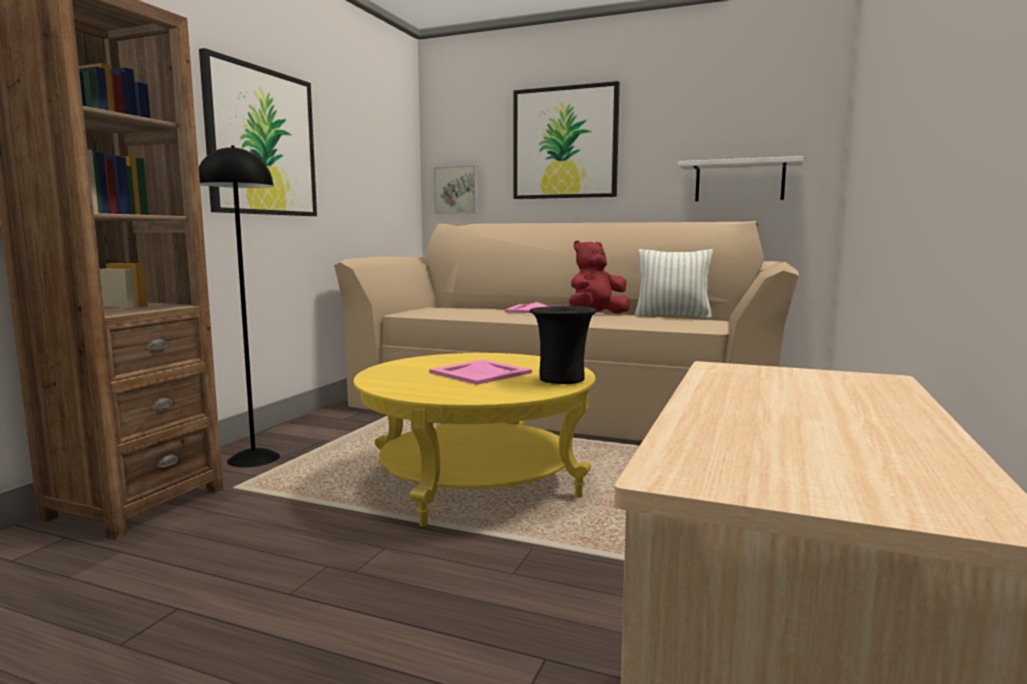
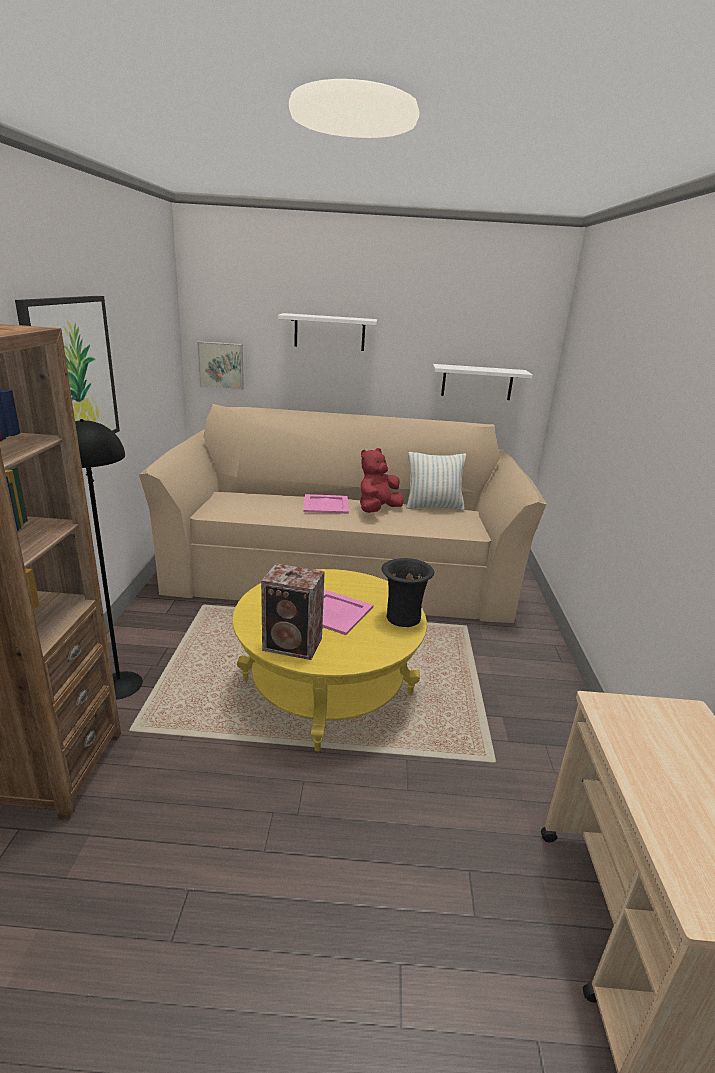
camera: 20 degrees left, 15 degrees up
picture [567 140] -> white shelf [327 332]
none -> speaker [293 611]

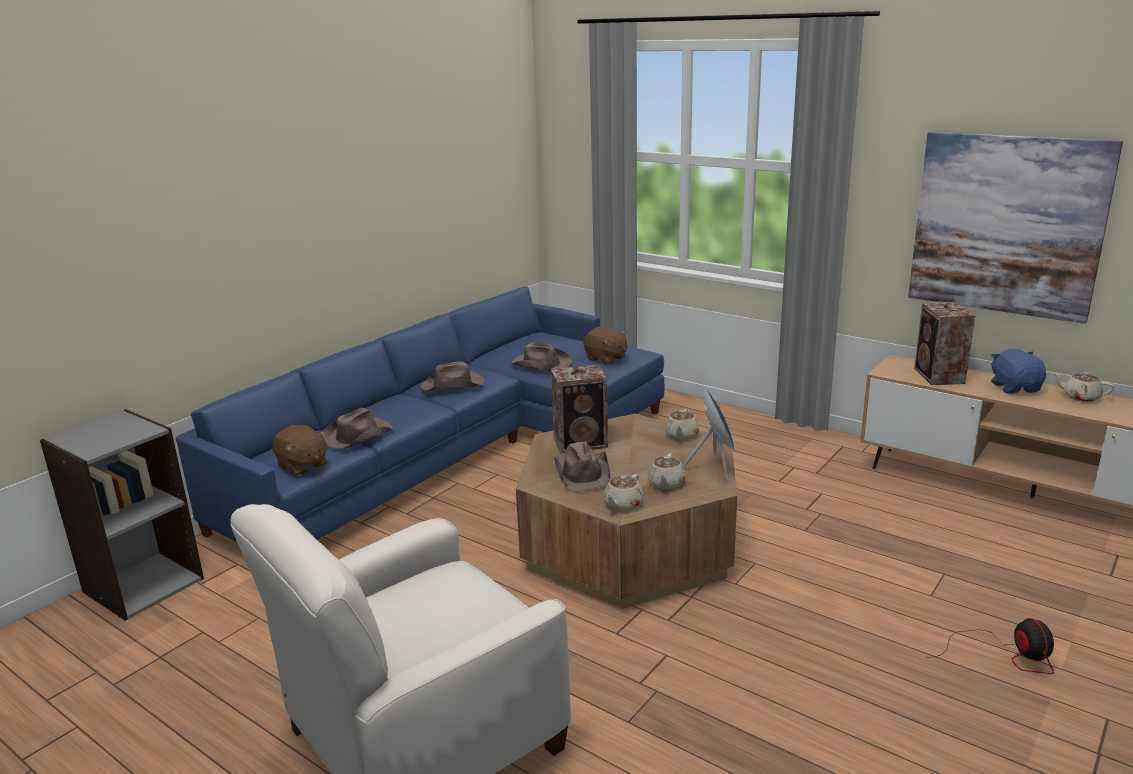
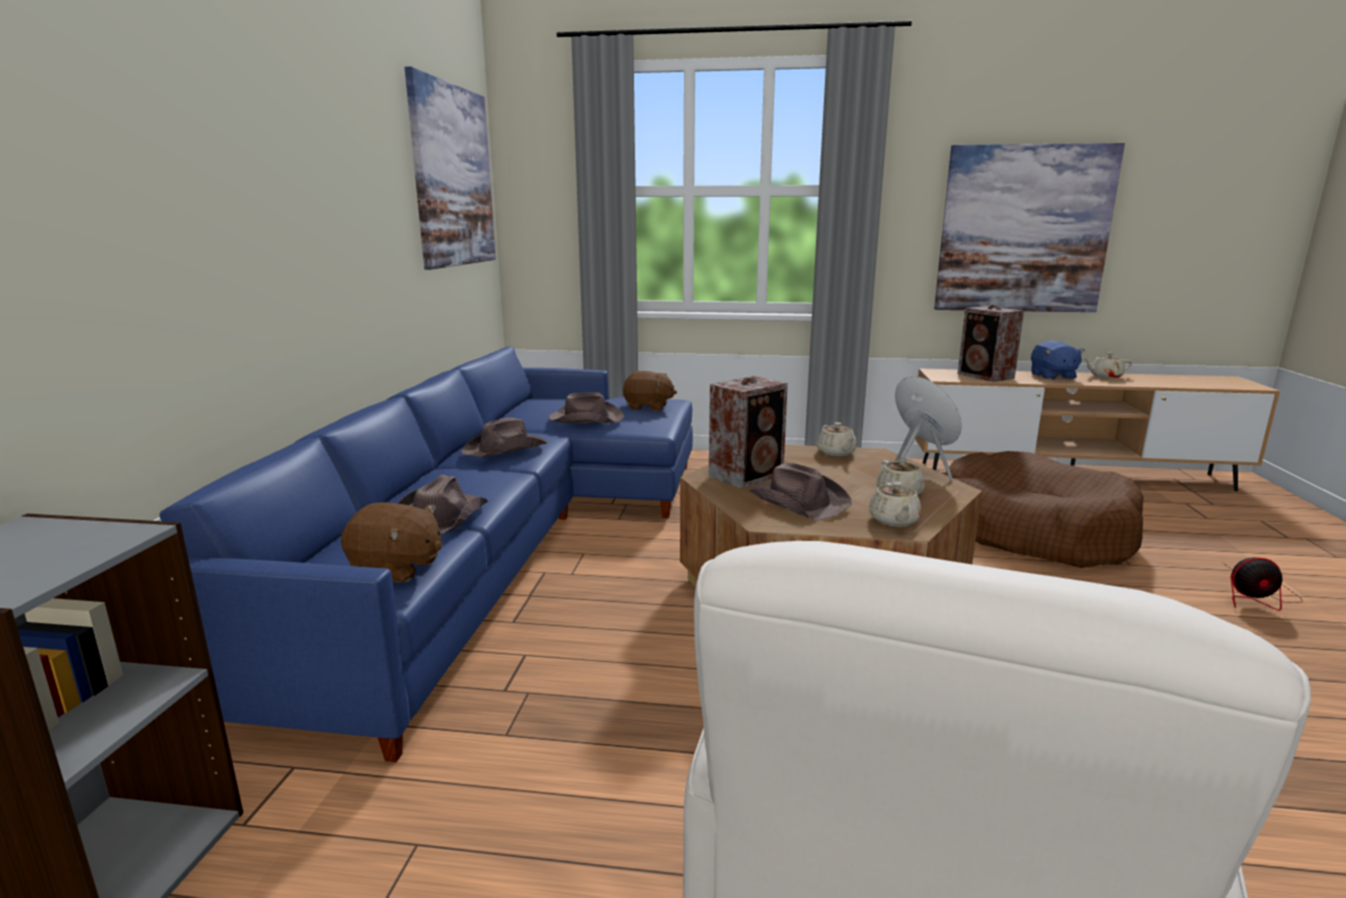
camera: 30 degrees left, 5 degrees down
fan [990 646] -> fan [1262 584], 135 degrees clockwise
blue plush toy [1018 371] -> blue plush toy [1058 360], 150 degrees counterclockwise
none -> picture [450 168]
none -> brown dog bed [1044 509]

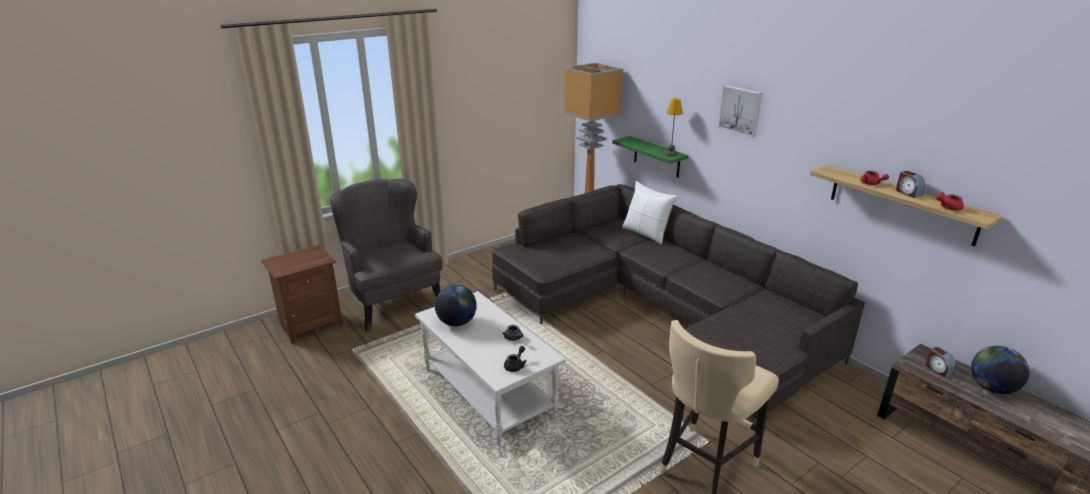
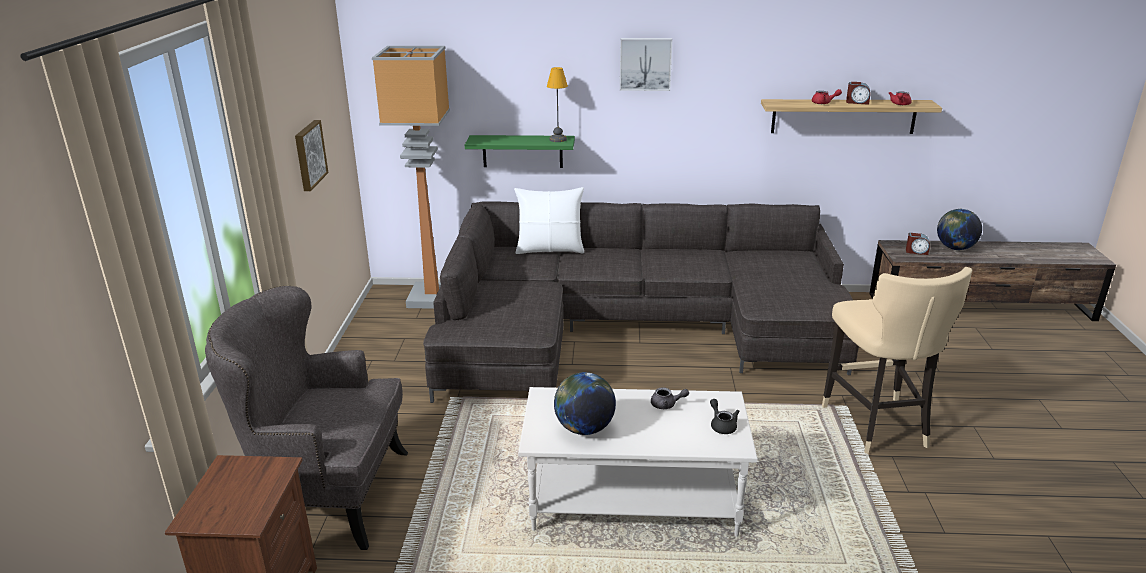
camera: 50 degrees left, 0 degrees up
none -> picture [311 155]

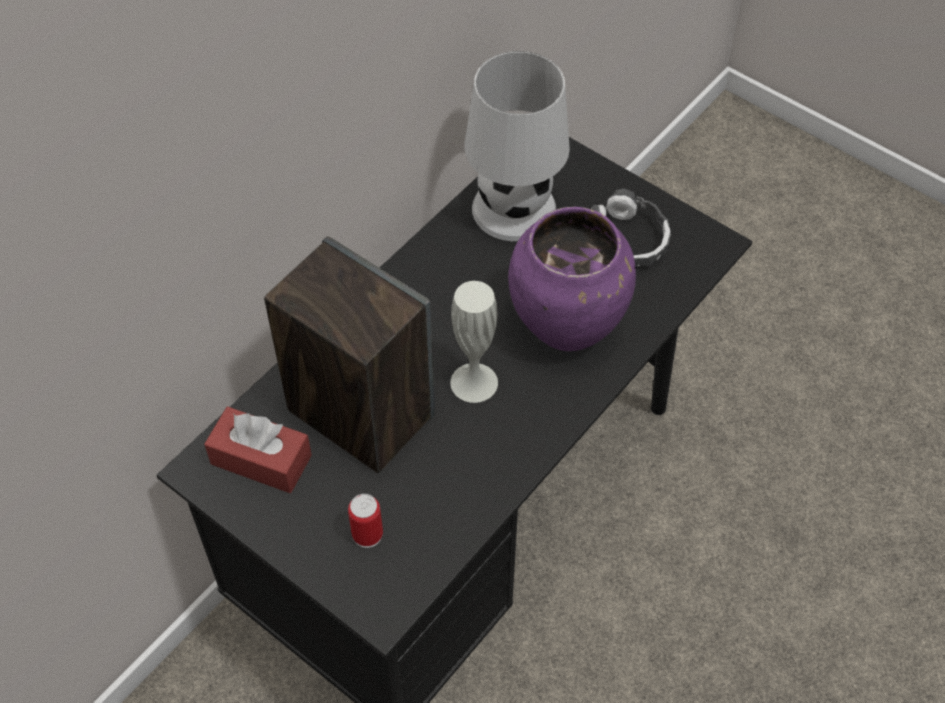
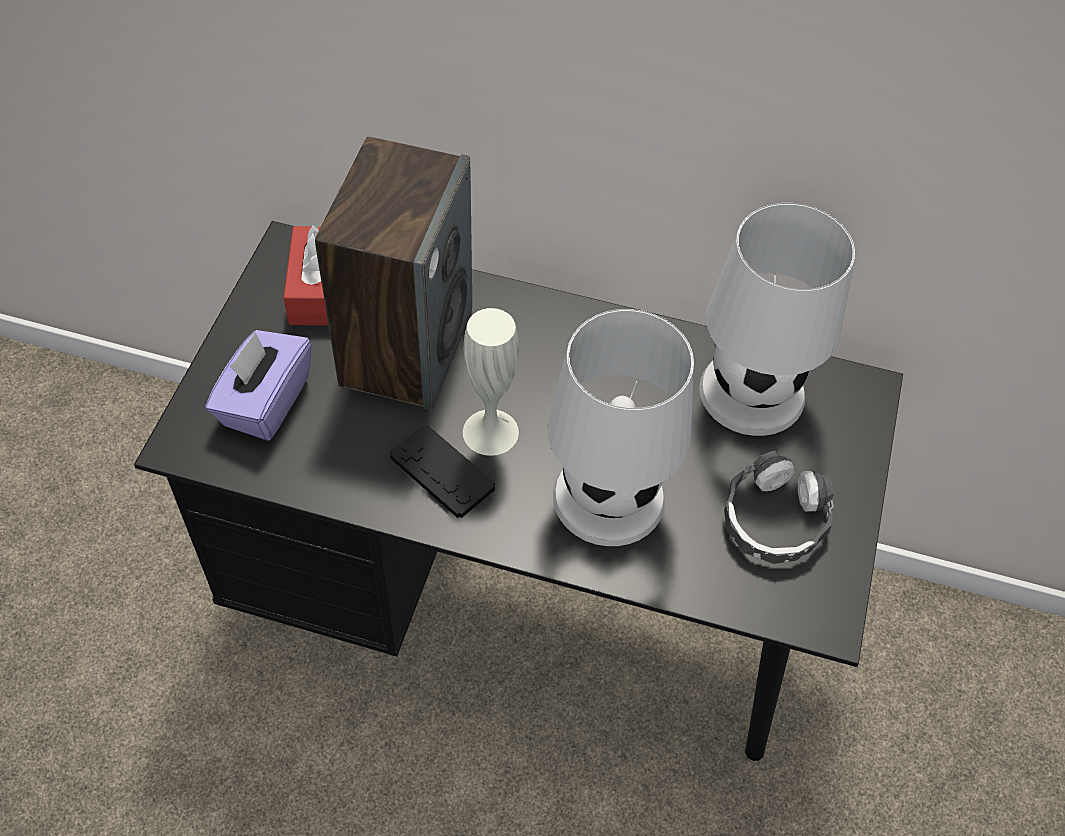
camera: 65 degrees right, 0 degrees up
can [365 521] -> purple tissue box [258 385]
purple vase [572 279] -> white table lamp [620 427]
none -> black game controller [442 471]

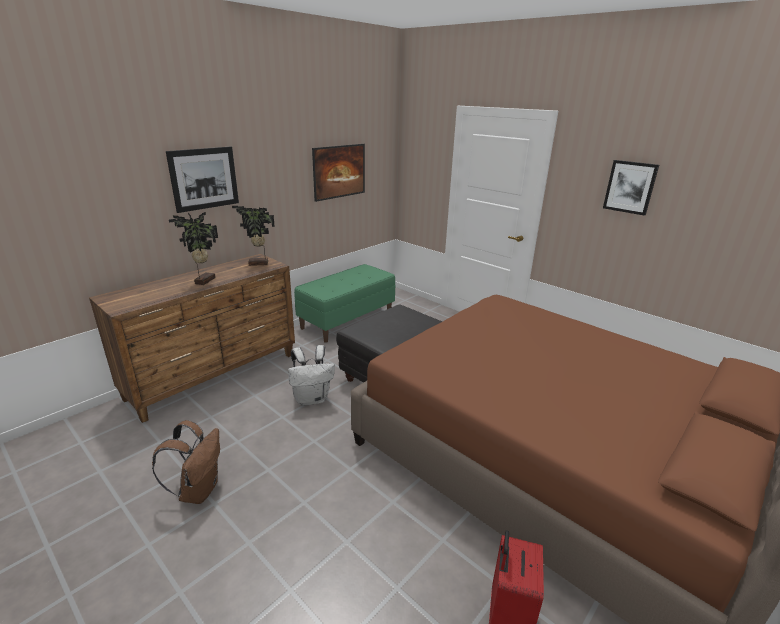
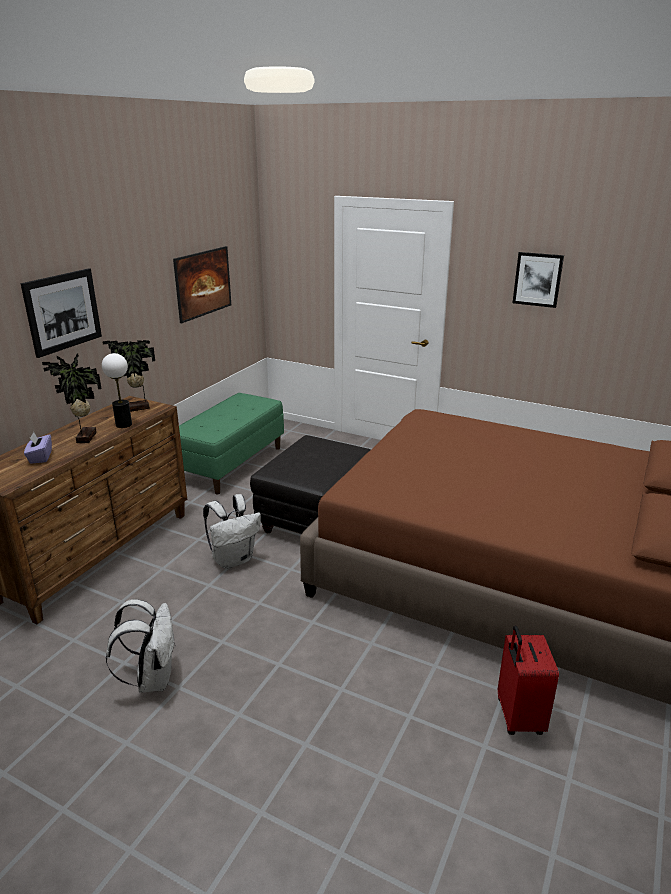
camera: 15 degrees left, 0 degrees up
brown backpack [186 462] -> white backpack [141 646]
none -> purple tissue box [38 448]
none -> table lamp [117 390]

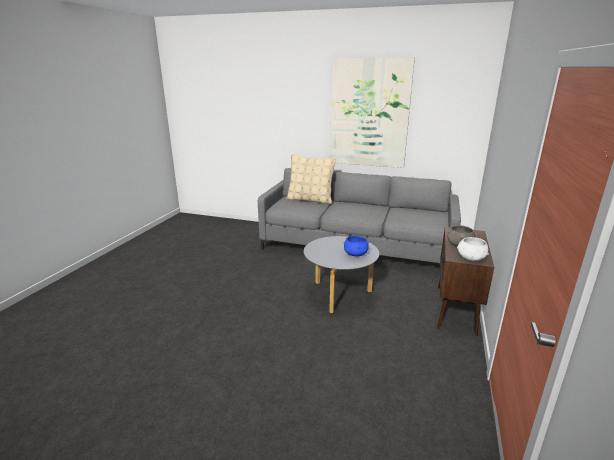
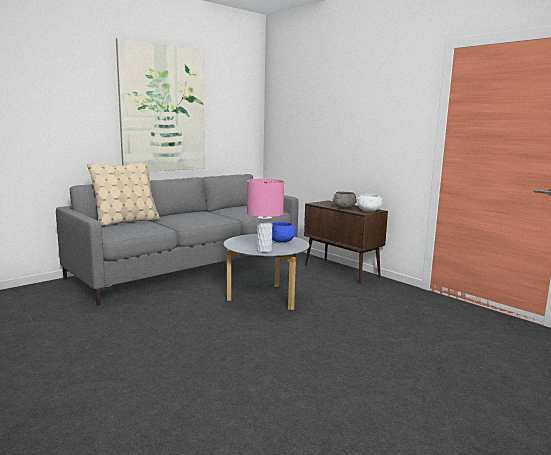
camera: 60 degrees left, 10 degrees down
none -> pink table lamp [265 215]

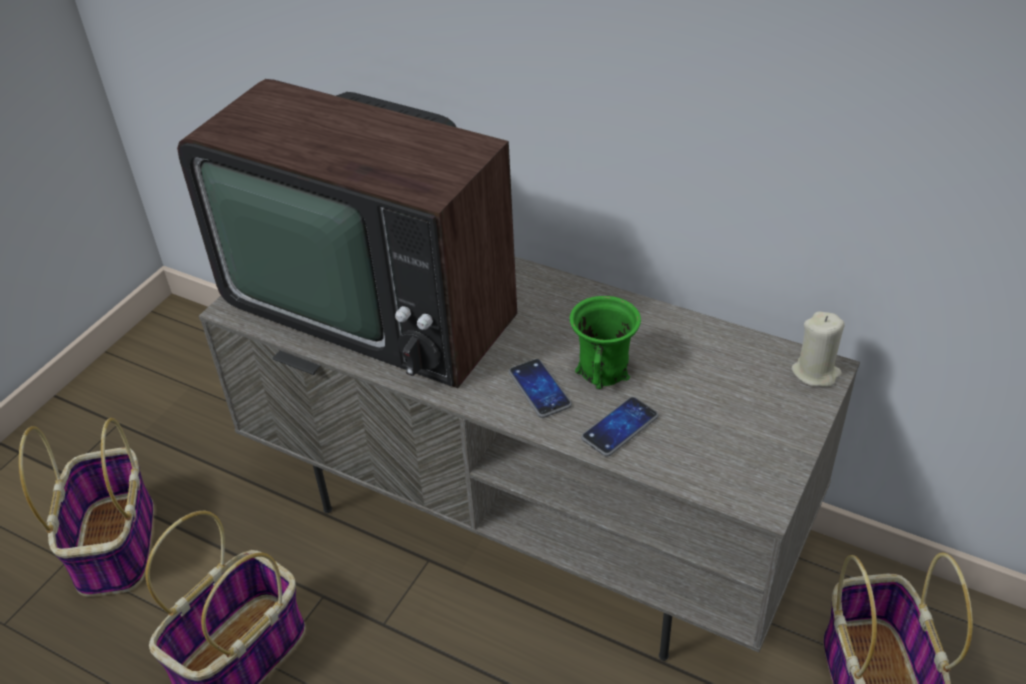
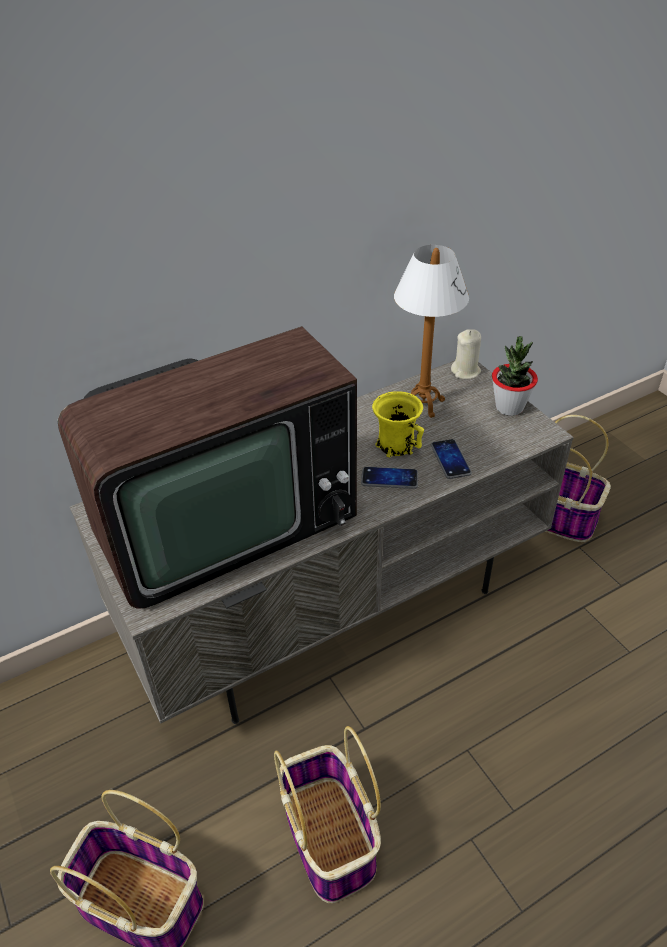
camera: 60 degrees left, 0 degrees up
green mug [605 342] -> yellow mug [398 424]
none -> table lamp [431 331]
none -> potted plant [515 376]

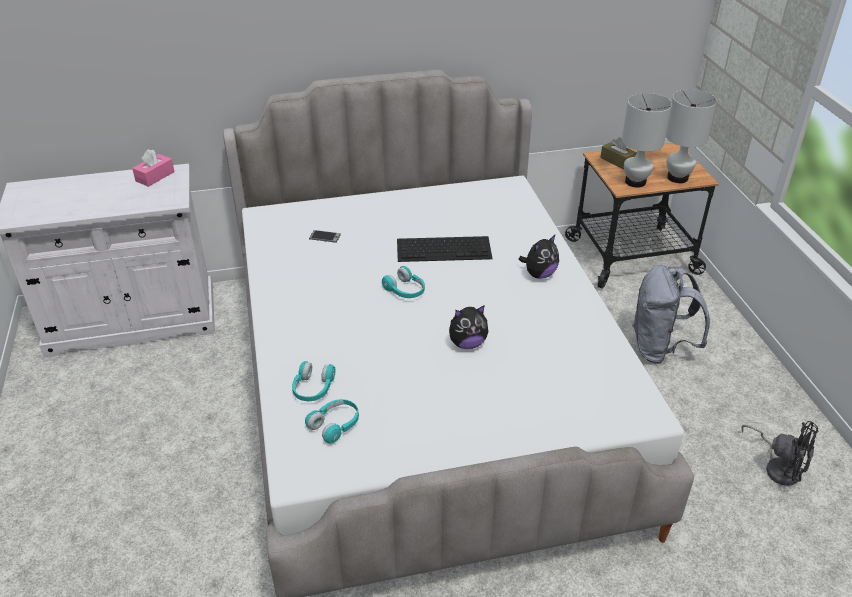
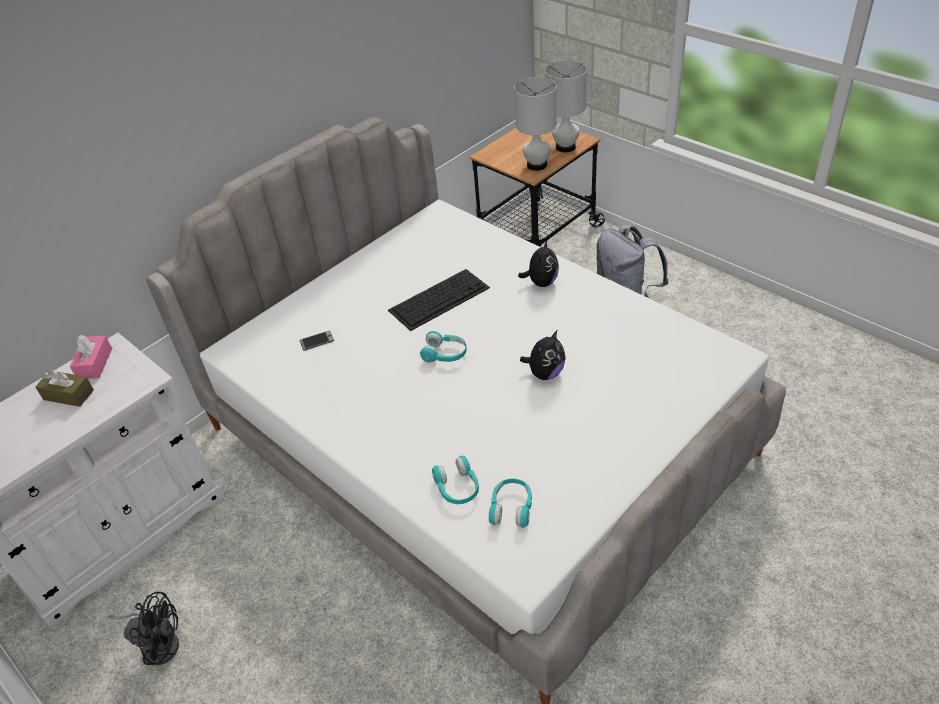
camera: 30 degrees left, 5 degrees up
brown tissue box [618 153] -> brown tissue box [64 388], relocated
black fan [779 453] -> black fan [143 628], relocated

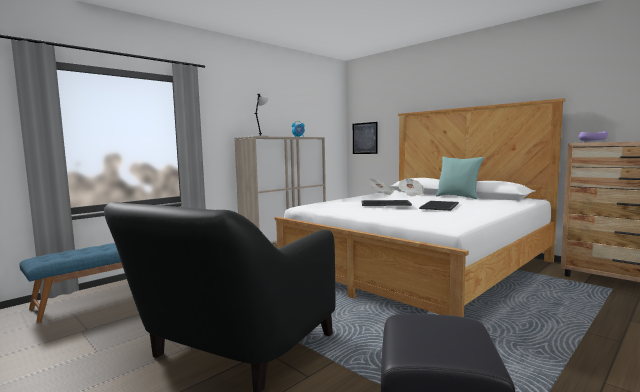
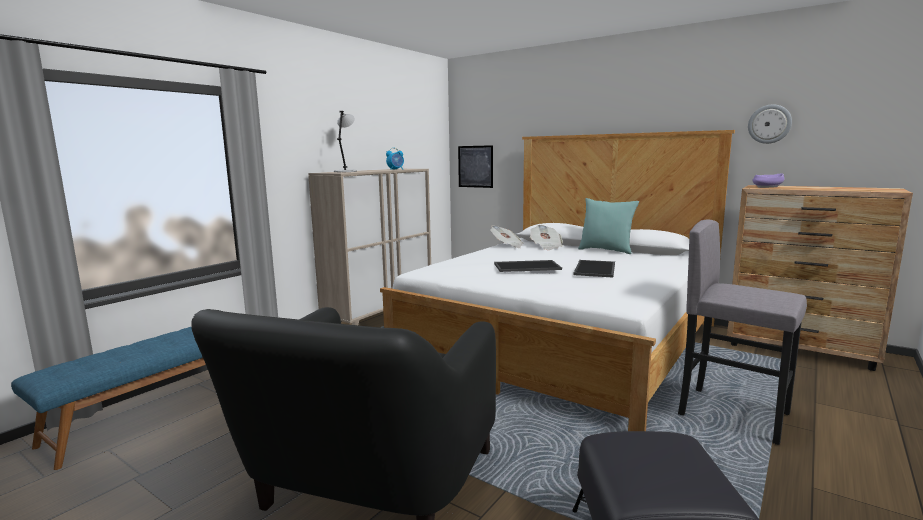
camera: 10 degrees left, 5 degrees up
none -> grey stool [742 332]
none -> wall clock [770 124]

